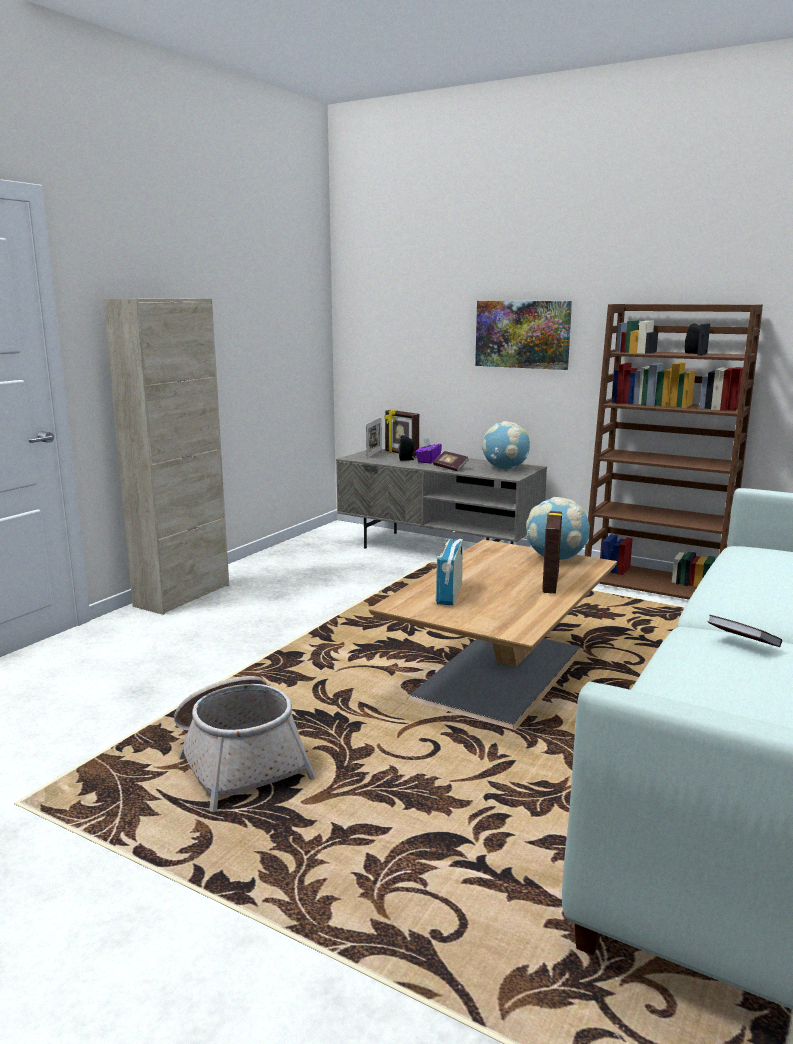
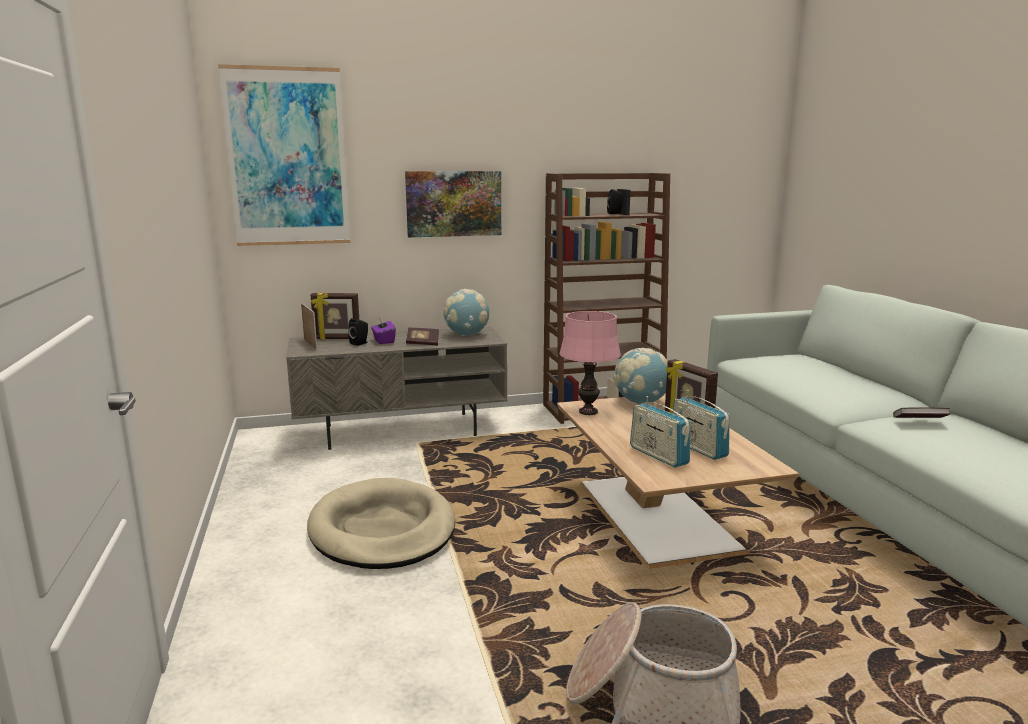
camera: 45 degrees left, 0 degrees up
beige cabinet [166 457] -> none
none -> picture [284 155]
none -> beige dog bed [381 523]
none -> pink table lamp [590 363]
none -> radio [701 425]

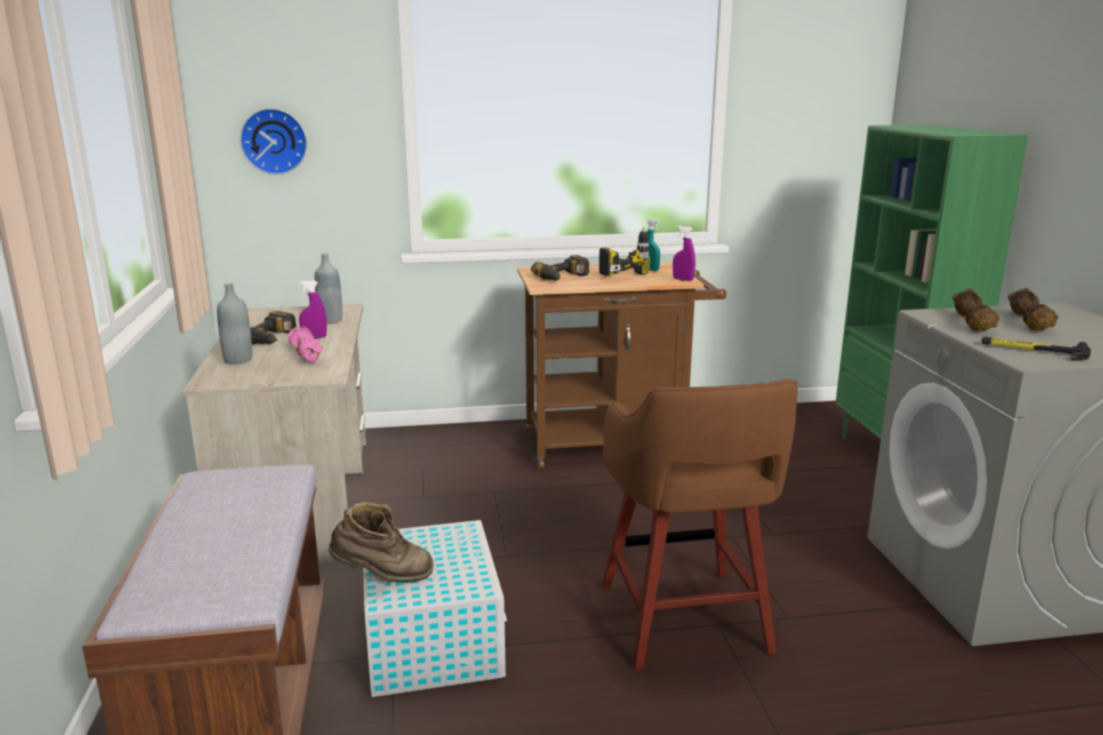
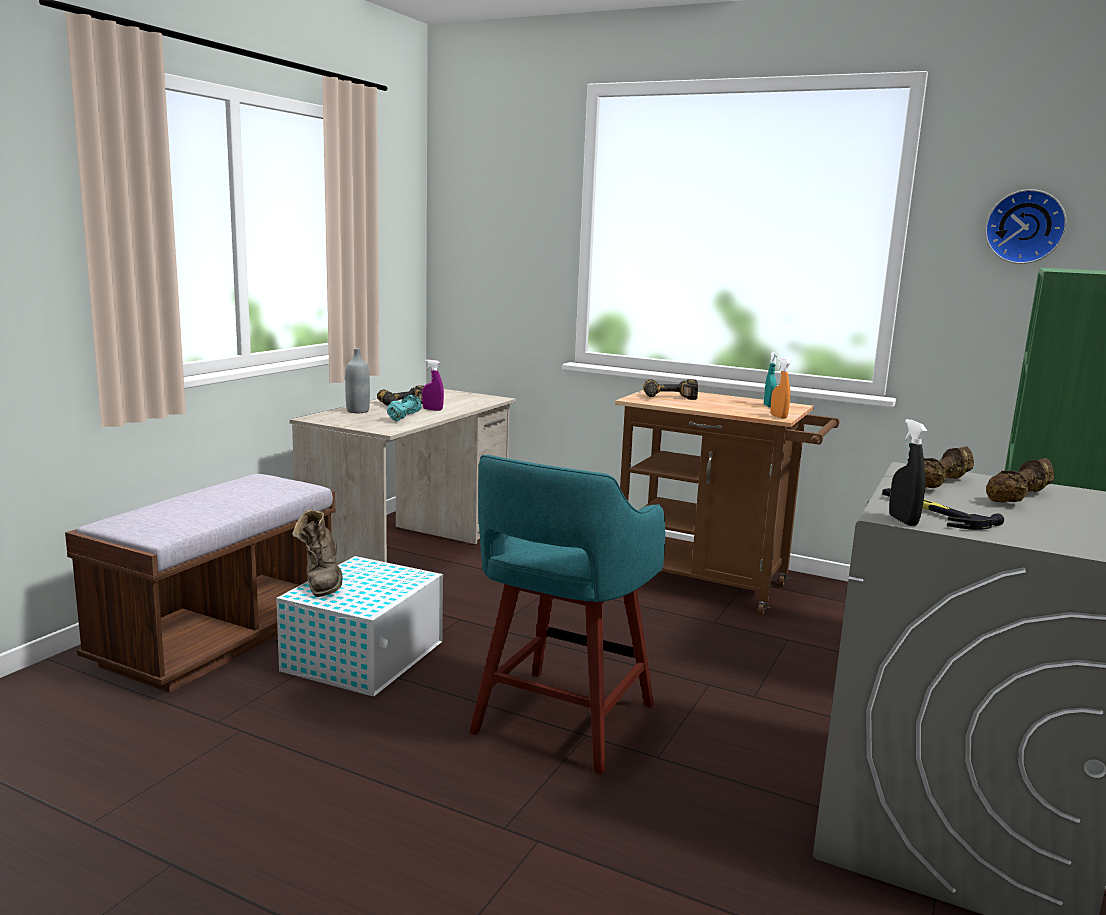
camera: 35 degrees right, 5 degrees down
wall clock [273 141] -> wall clock [1026 226], relocated
pink dumbbell [305 344] -> turquoise dumbbell [404 408]
grey bottle [328 288] -> none
brown boot [381 542] -> brown boot [317 553], 45 degrees clockwise
power drill [624 251] -> none
brown stool [699 524] -> turquoise stool [567 615]
purple spray bottle [684 253] -> orange spray bottle [780 388]
none -> black spray bottle [908 472]

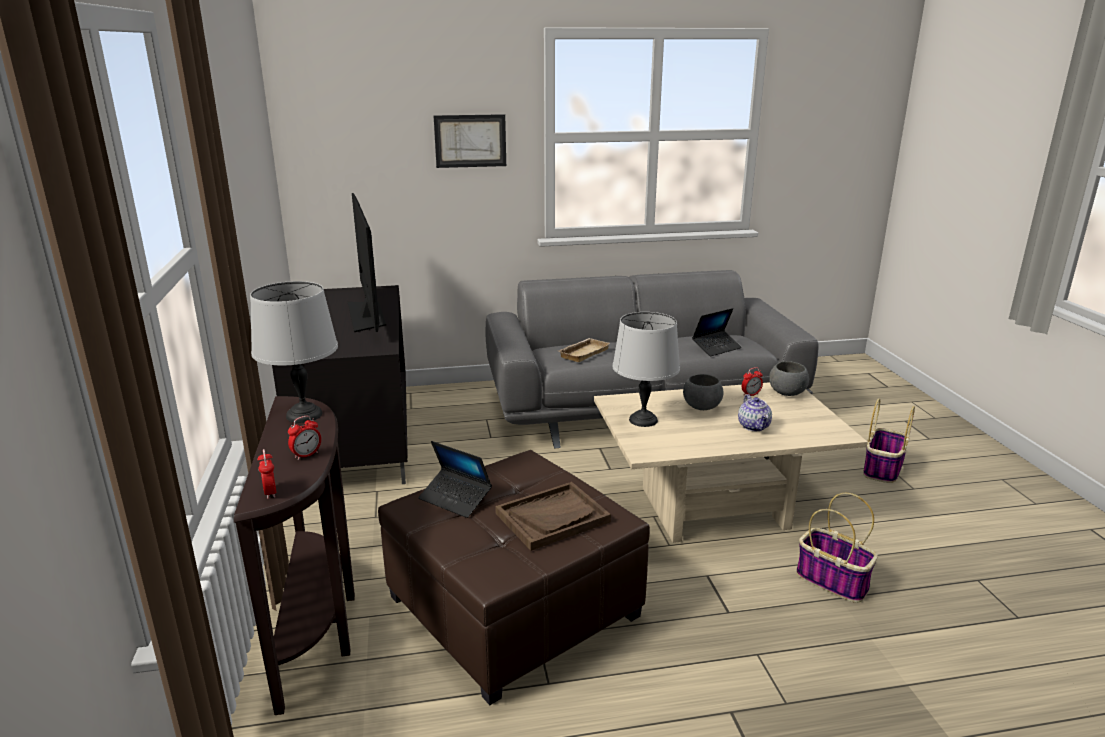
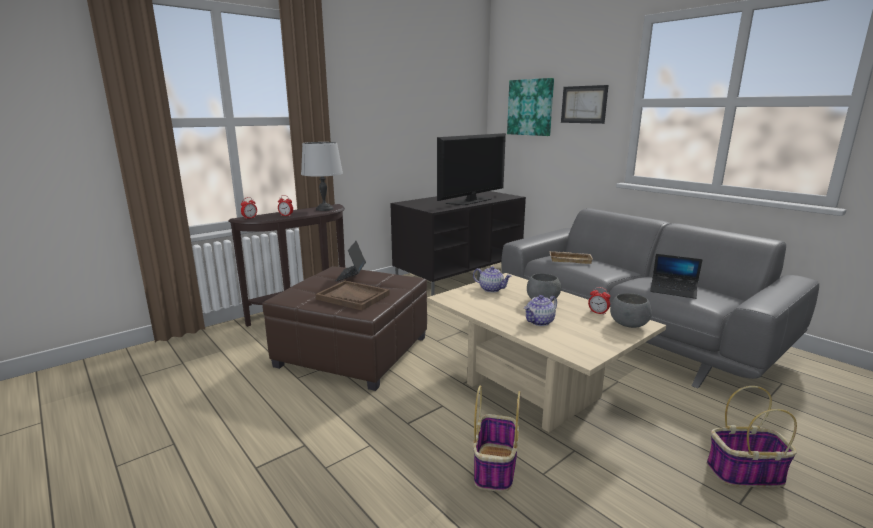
camera: 60 degrees right, 5 degrees down
grey table lamp [646 369] -> teapot [492 279]
none -> picture [530 107]

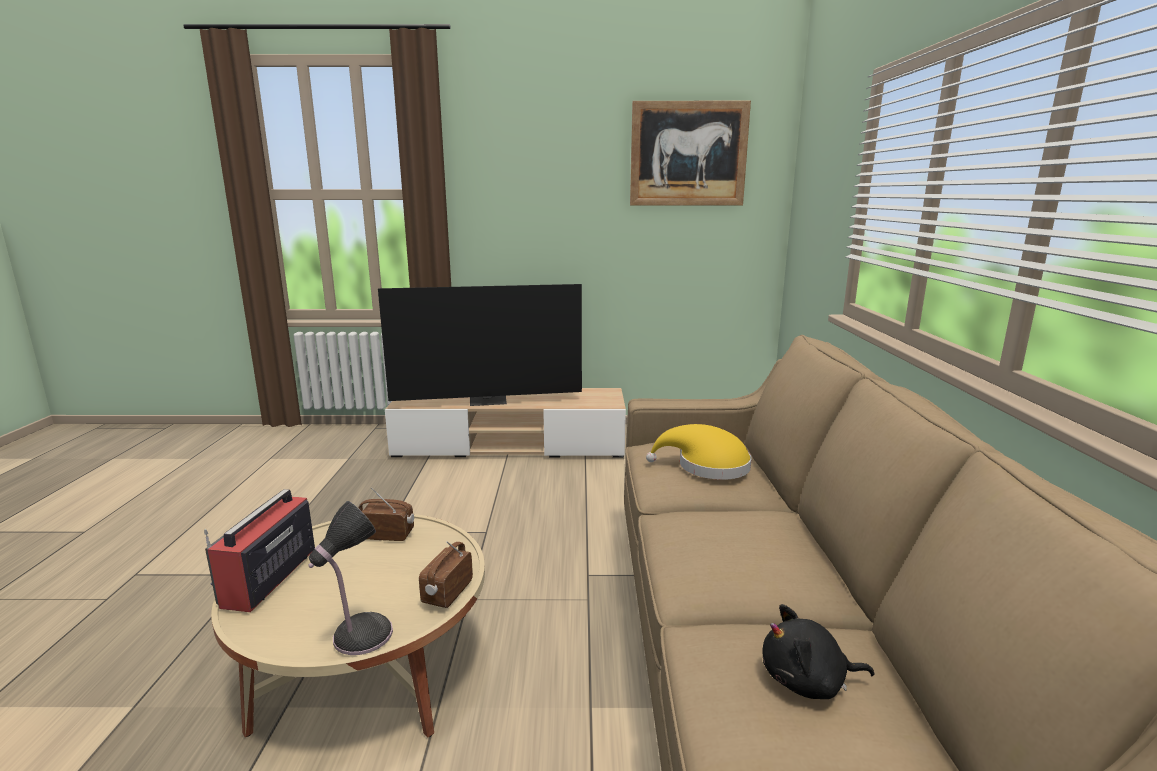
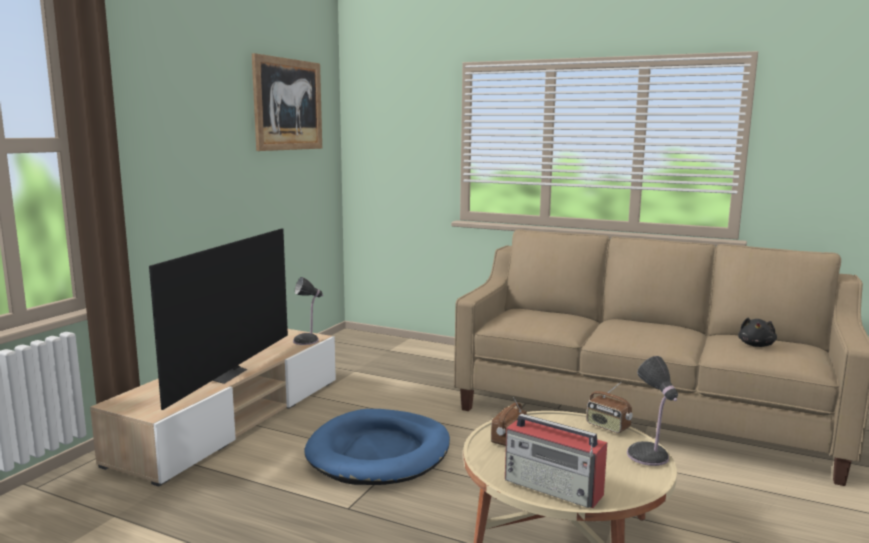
camera: 65 degrees left, 5 degrees down
yellow hat [699 452] -> none
none -> table lamp [308 311]
none -> blue dog bed [377 447]

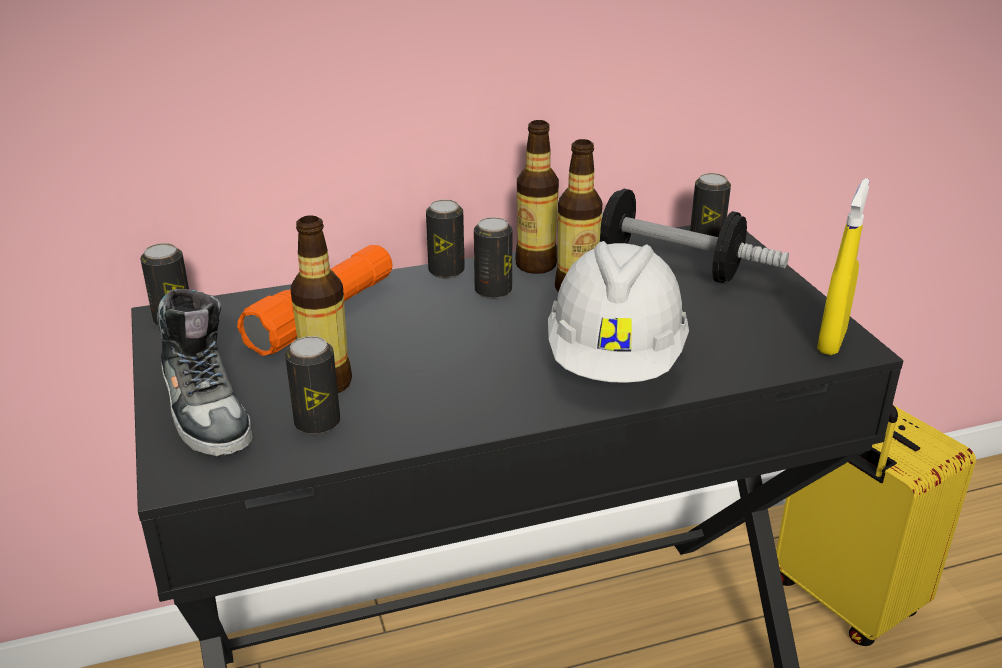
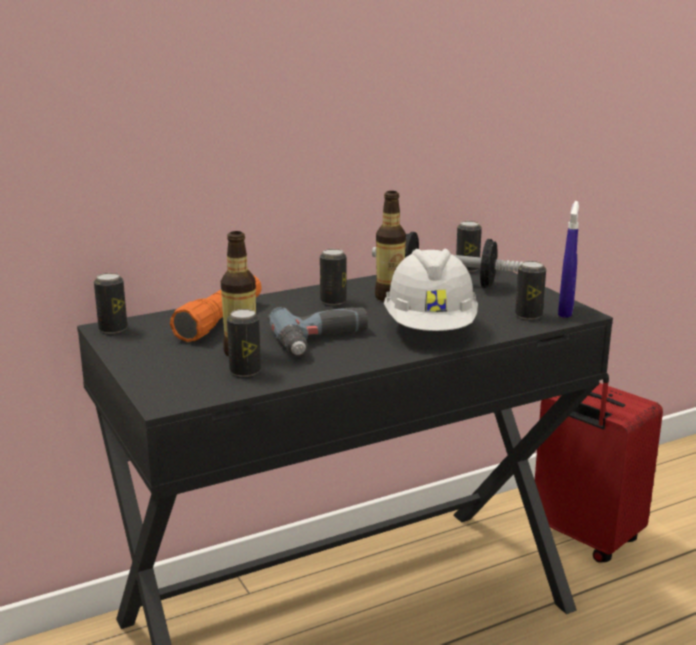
camera: 10 degrees left, 10 degrees down
shoe [205 373] -> none
can [445 238] -> can [530 290], relocated
bottle [537 197] -> none
yellow suitcase [876 525] -> red suitcase [599 468]
yellow spray bottle [843 266] -> blue spray bottle [568 259]
none -> power drill [317 331]

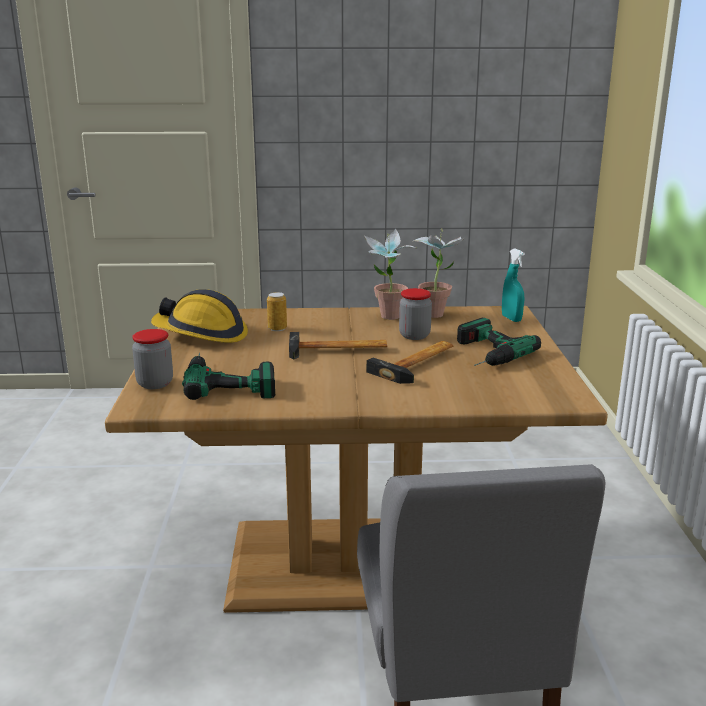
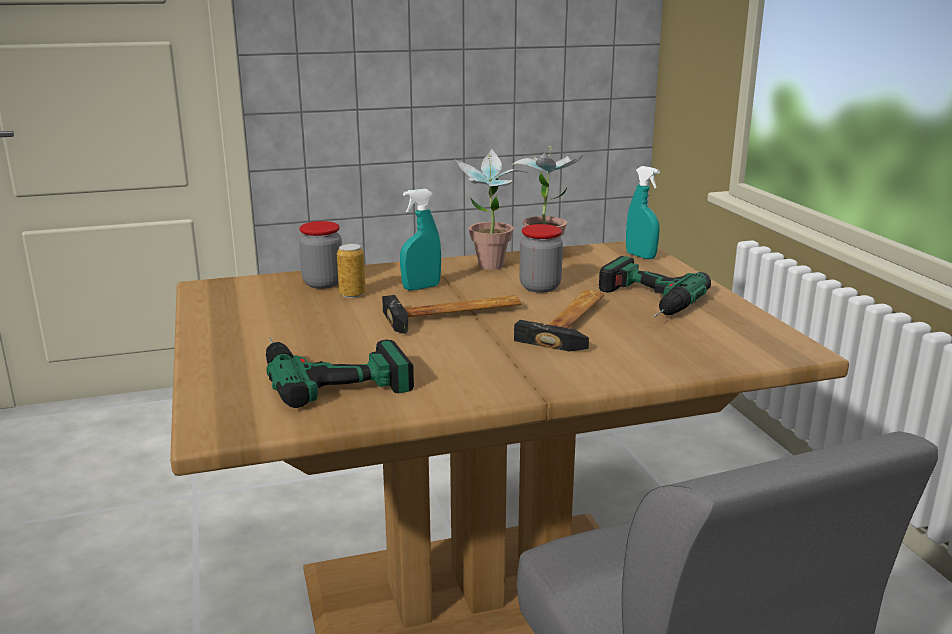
camera: 15 degrees left, 0 degrees up
jar [152 359] -> jar [320 255], relocated
hard hat [199 316] -> none
none -> turquoise spray bottle [420 239]

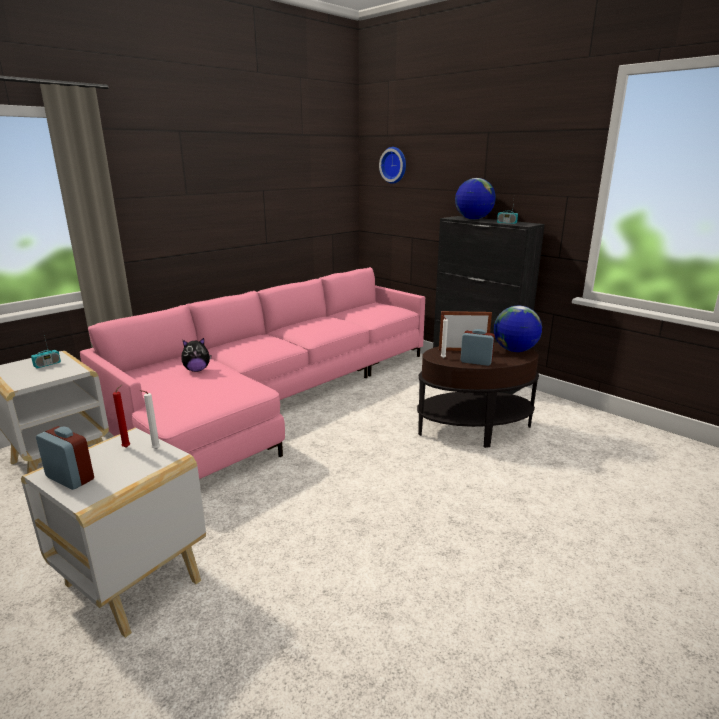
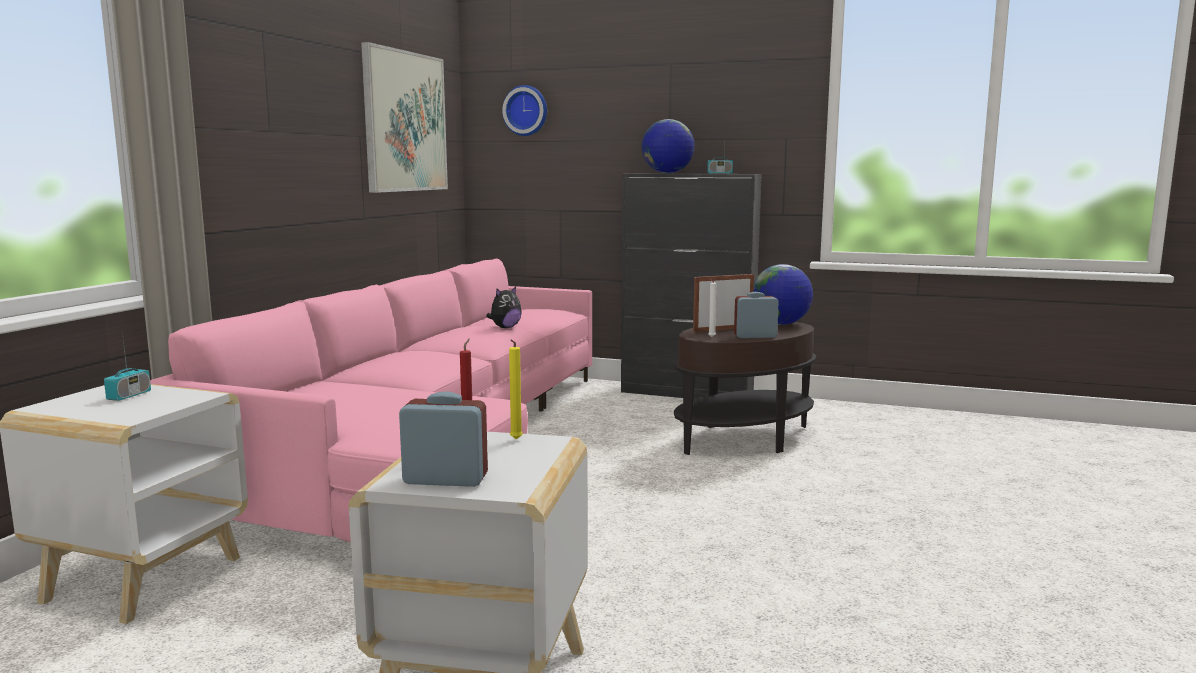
camera: 25 degrees left, 10 degrees down
white candle [150 419] -> yellow candle [516 389]
plush toy [196 355] -> plush toy [504 307], relocated
none -> picture [404 117]

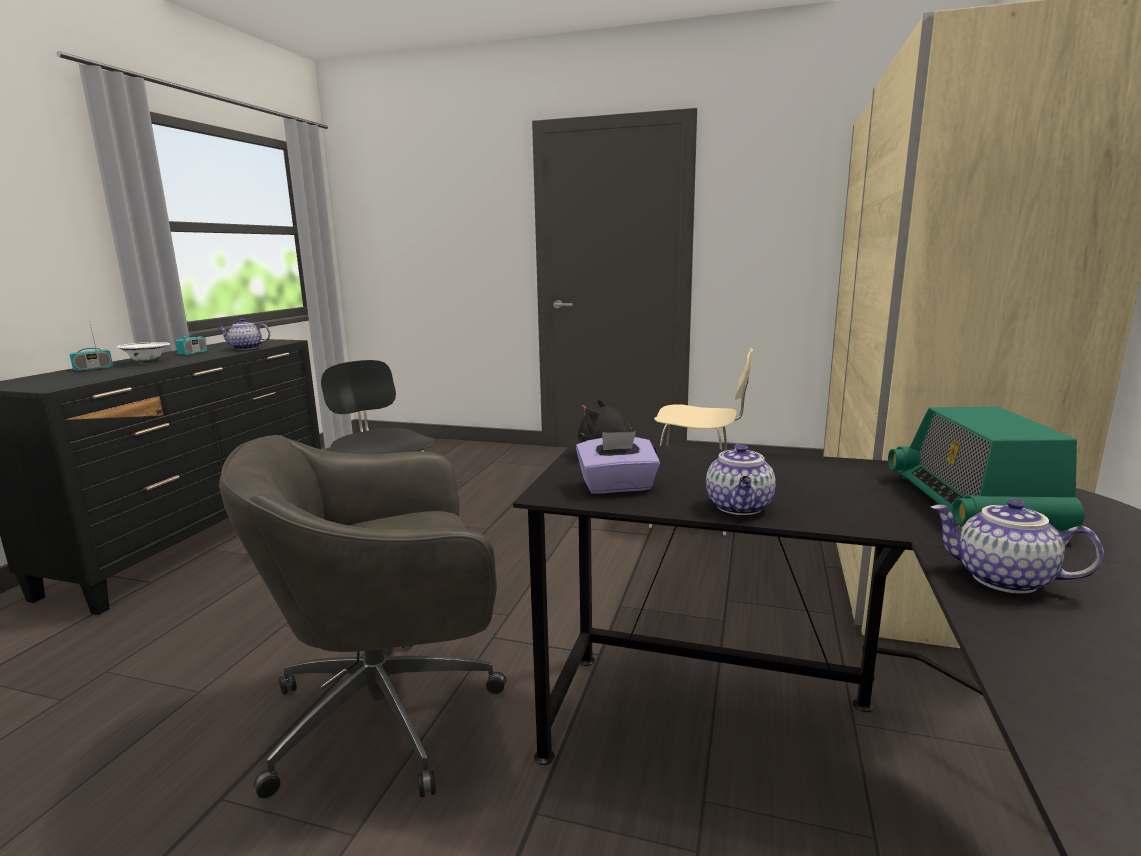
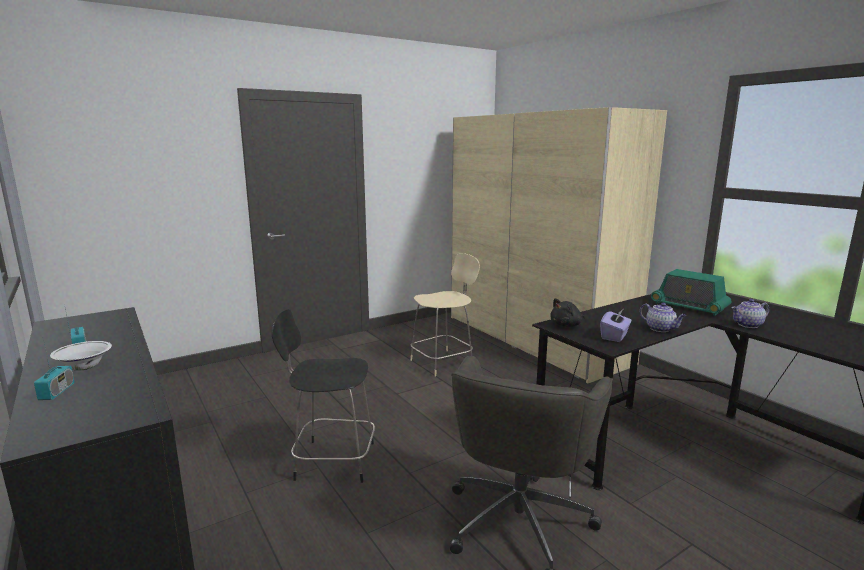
camera: 50 degrees left, 0 degrees up
teapot [243 334] -> none

